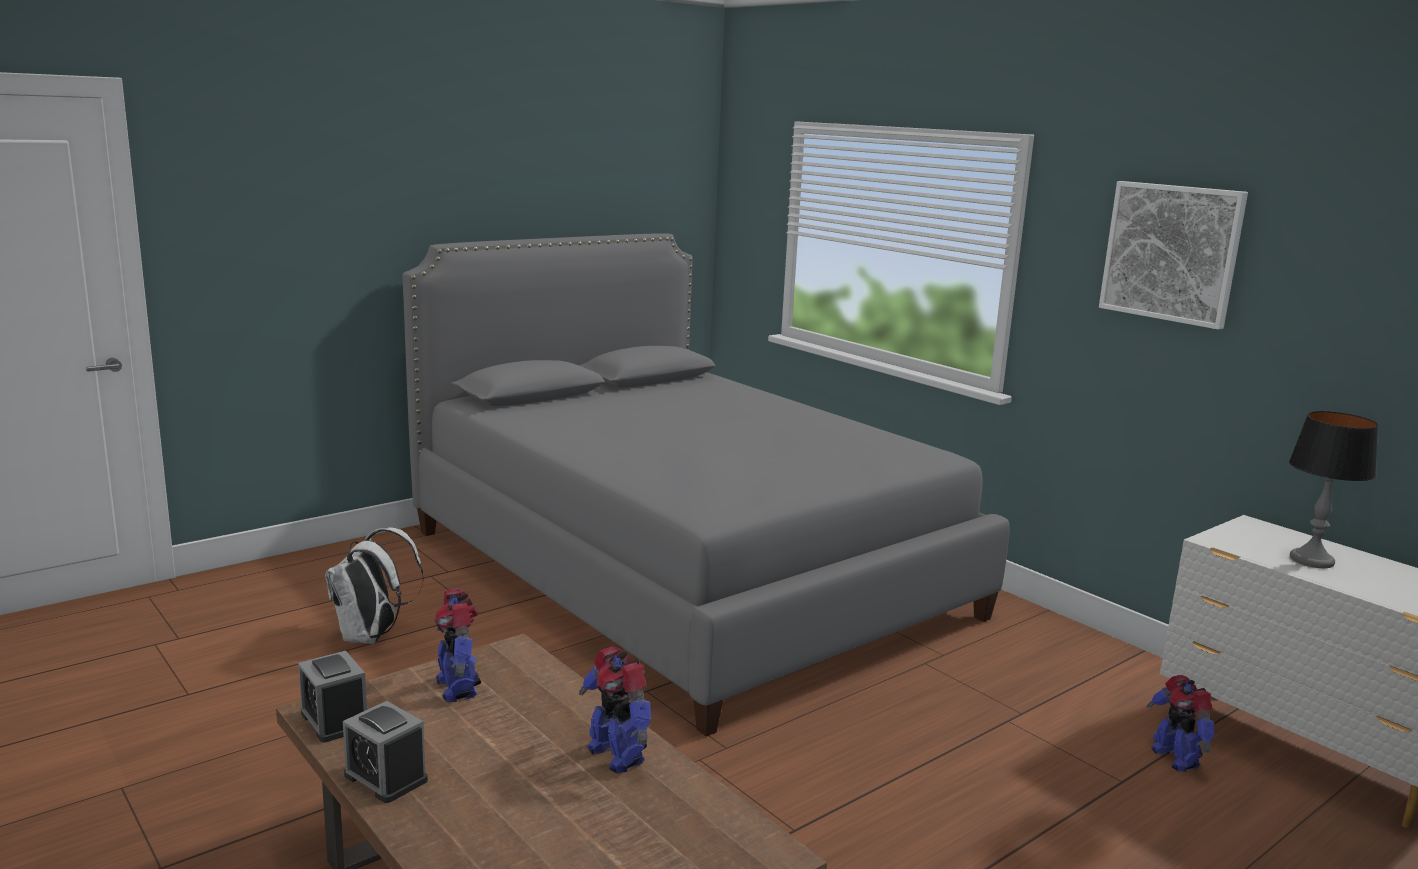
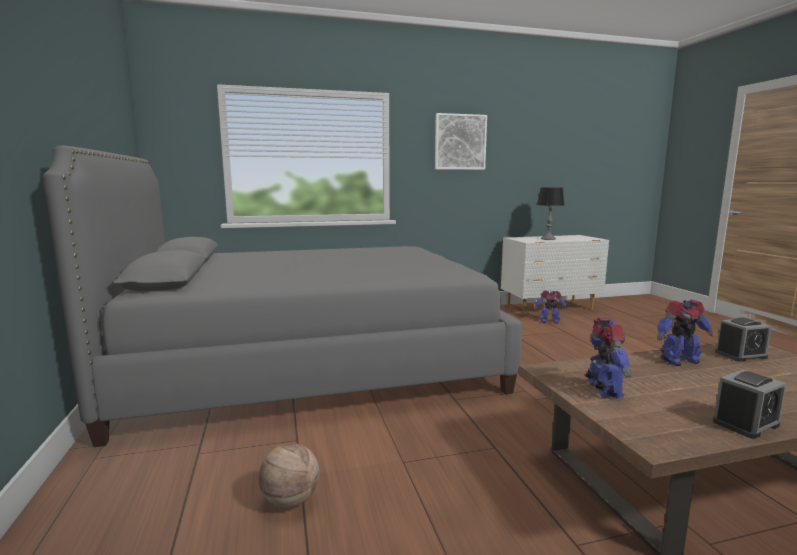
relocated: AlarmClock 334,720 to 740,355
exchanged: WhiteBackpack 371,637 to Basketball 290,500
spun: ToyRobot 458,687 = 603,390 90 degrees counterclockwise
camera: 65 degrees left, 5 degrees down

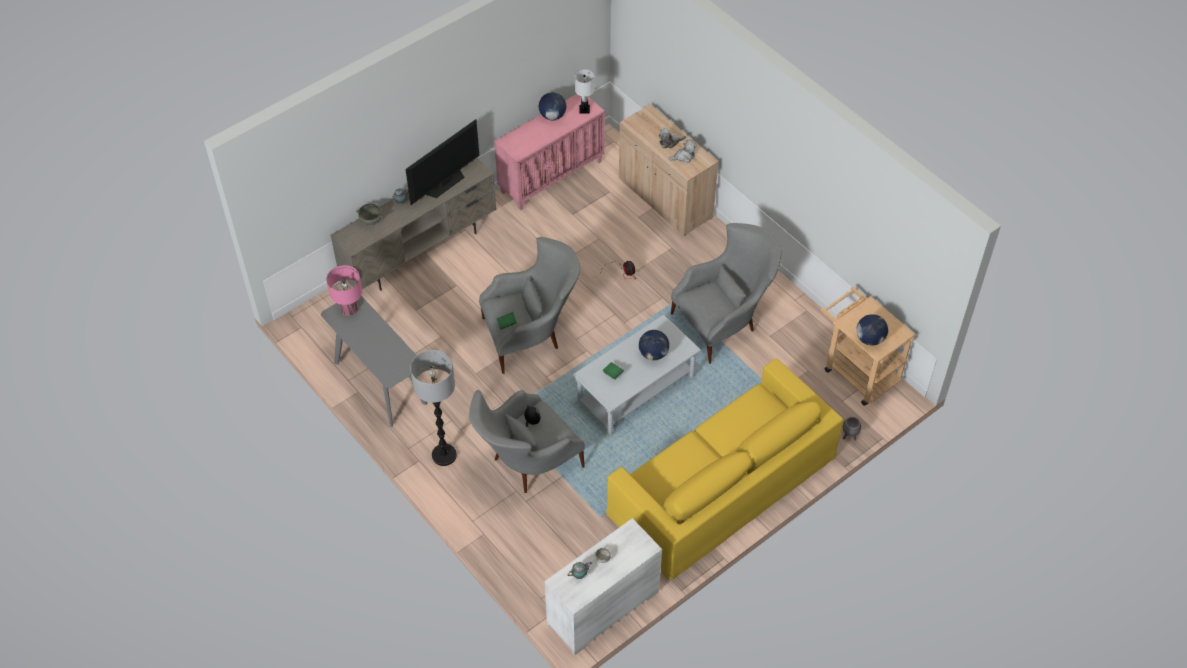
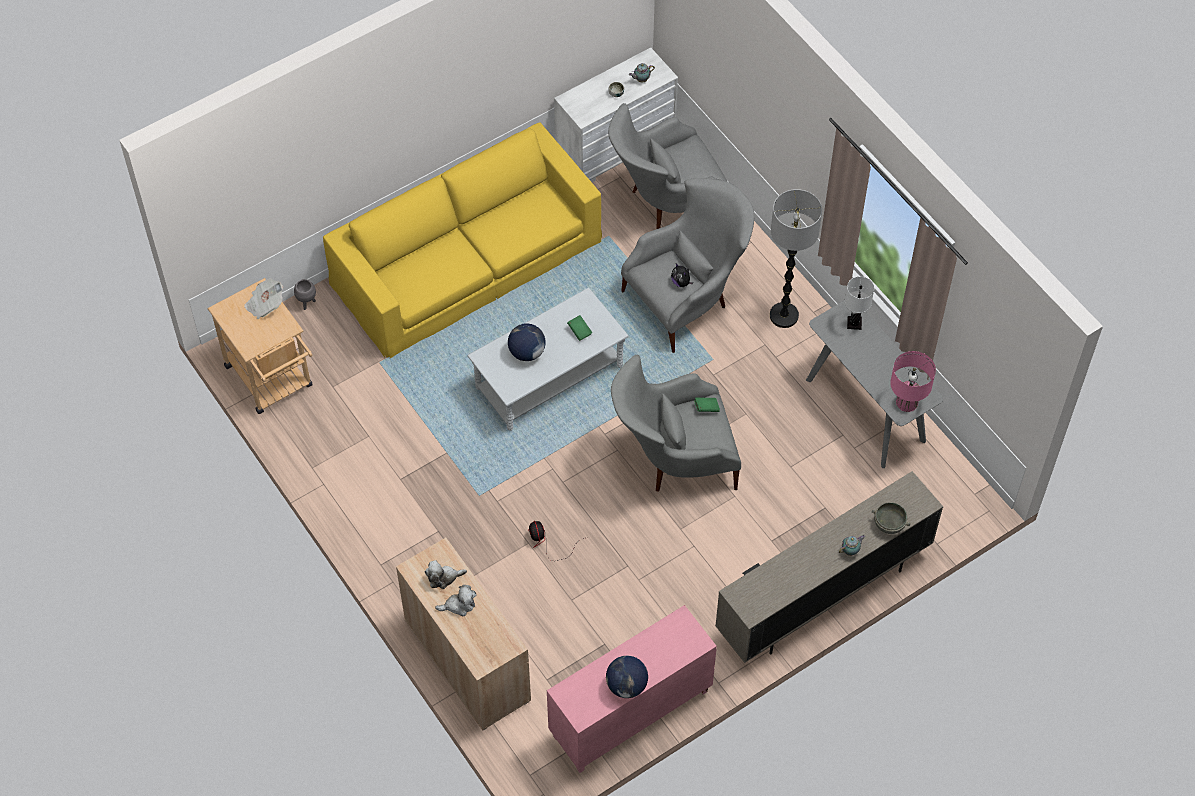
missing: Television 444,183
relocated: GreyArmchair 724,322 to 665,204; WhiteTableLamp 584,109 to 854,323
exchanged: Globe 870,339 to Newspaper 265,305
camera: 175 degrees left, 5 degrees up

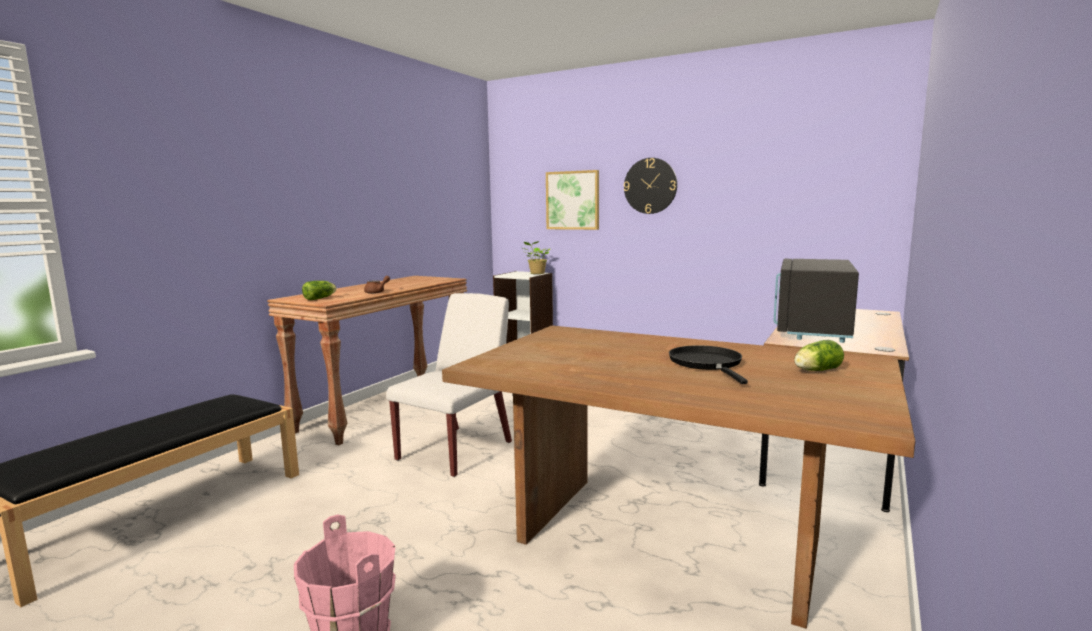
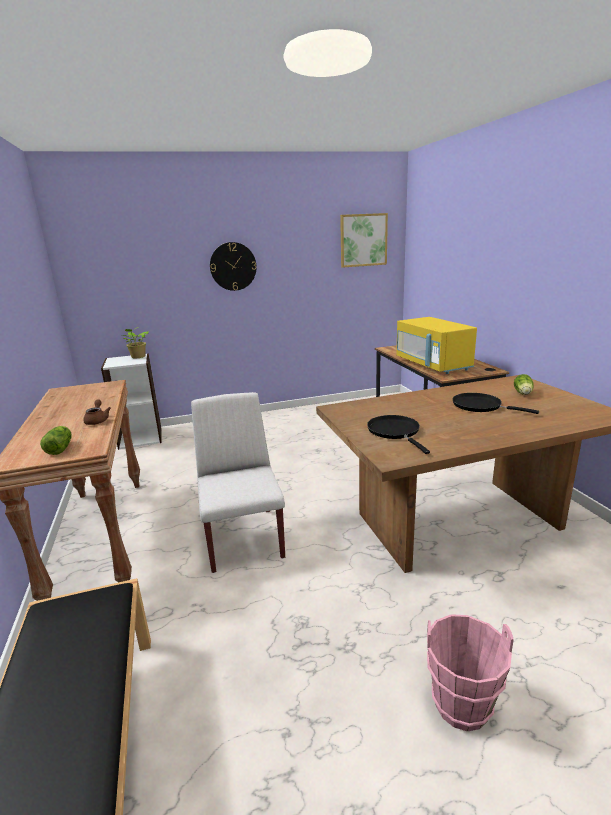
appeared: BlackFryingPan 395,432
relocated: Picture 572,200 to 363,240
colour: BlackMicrowave 811,329 to YellowMicrowave 432,364
camera: 45 degrees left, 10 degrees up

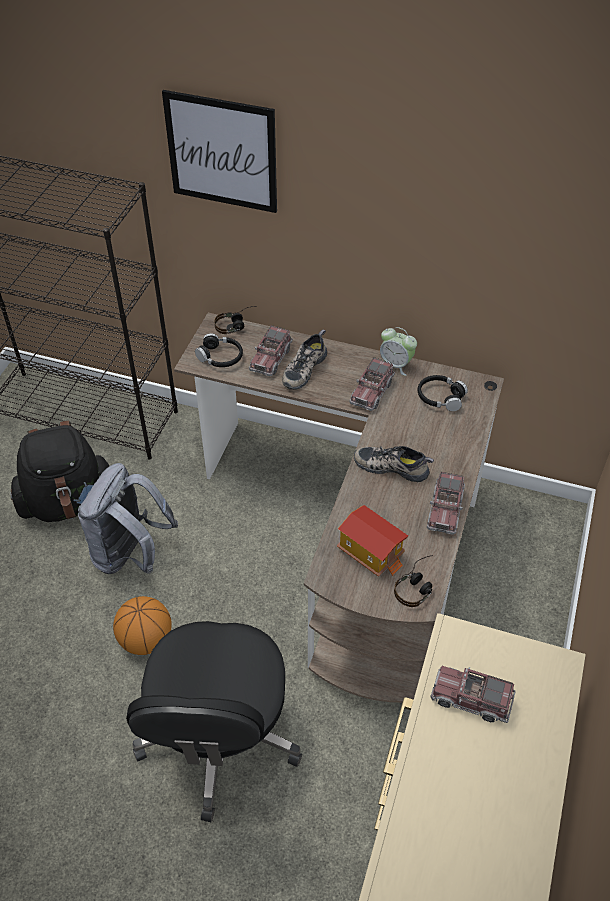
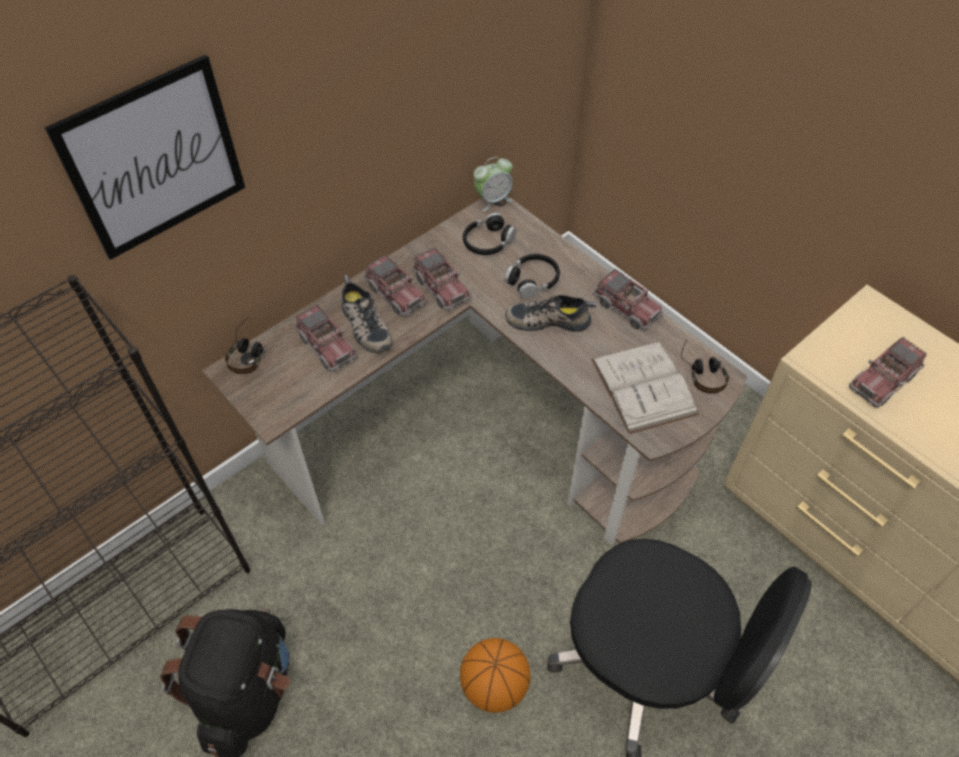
missing: GreyBackpack 130,554
appeared: ToyTruck 395,294
relocated: AlarmClock 396,364 to 493,200; BlackHeadphones 220,357 to 532,280
exchanged: ToyHouse 371,552 to WhiteBook 643,386
spun: Shoe 392,466 = 549,319 45 degrees clockwise
camera: 60 degrees left, 5 degrees up

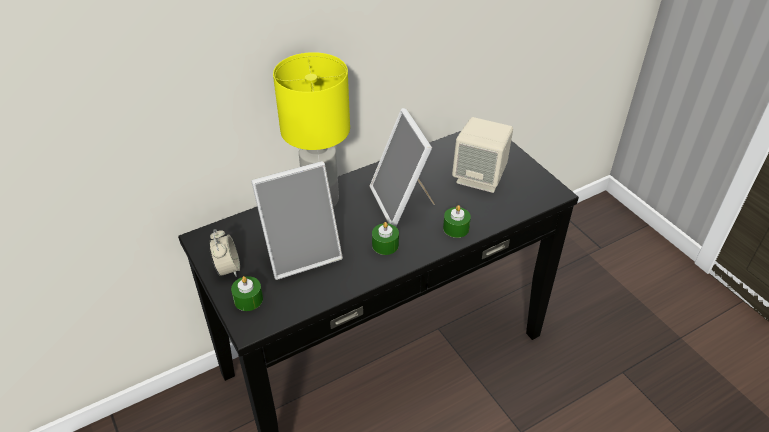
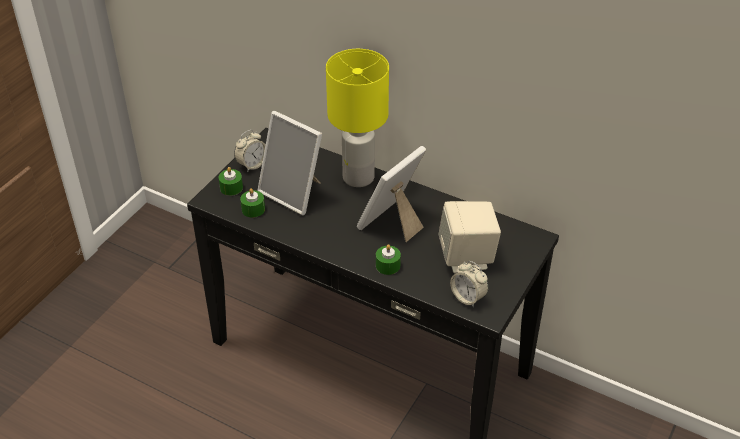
appeared: AlarmClock 468,297
relocated: GreenCandle 385,245 to 253,209
camera: 60 degrees right, 0 degrees up

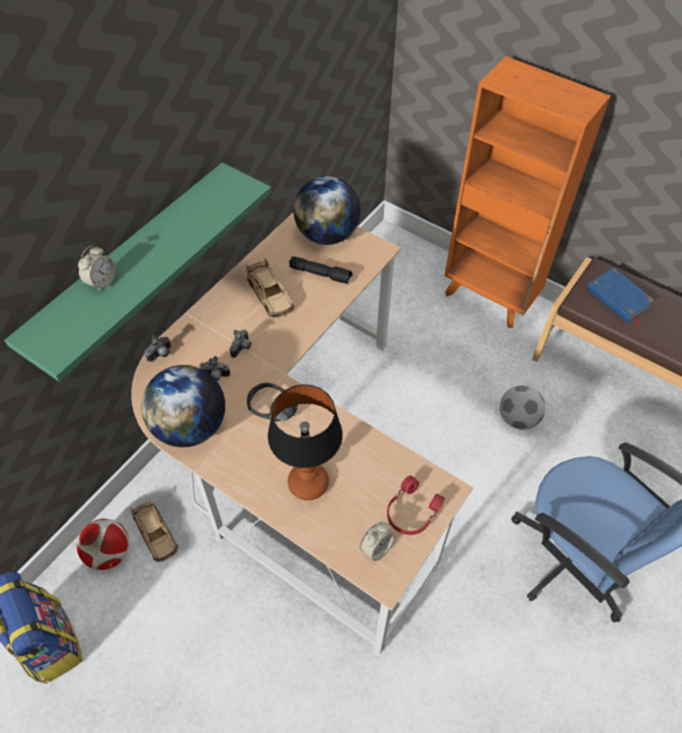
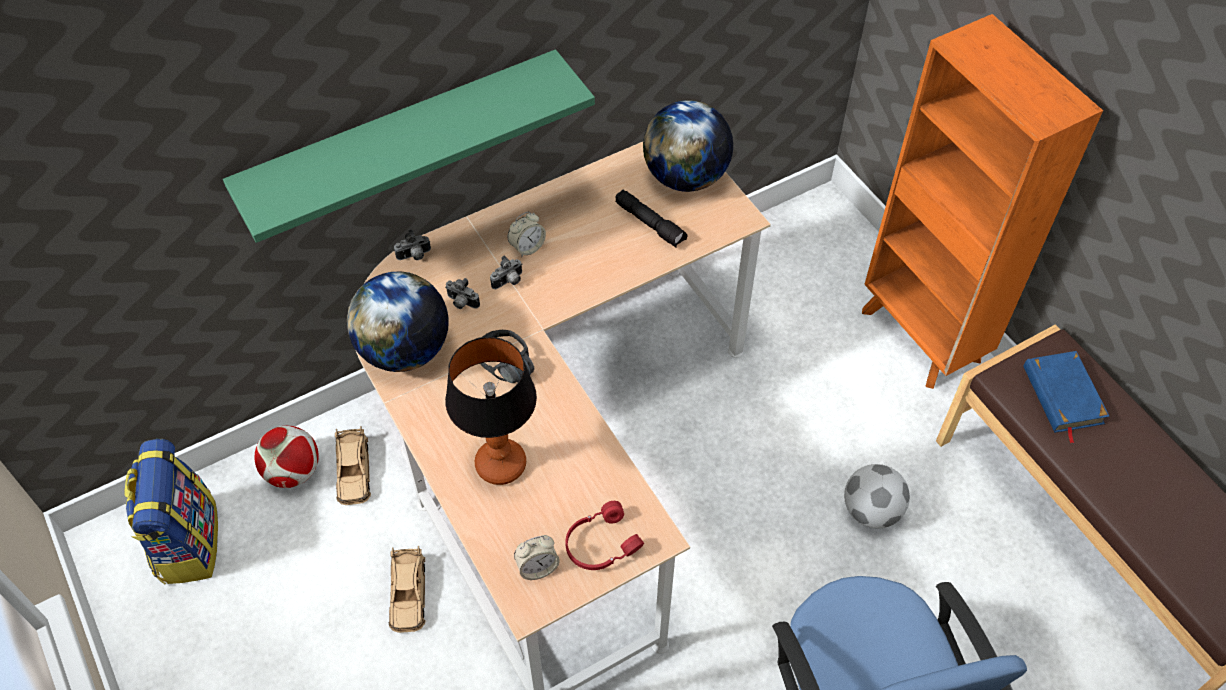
relocated: BeigeToyCar 270,295 to 408,594; AlarmClock 101,282 to 527,247
camera: 25 degrees right, 0 degrees up

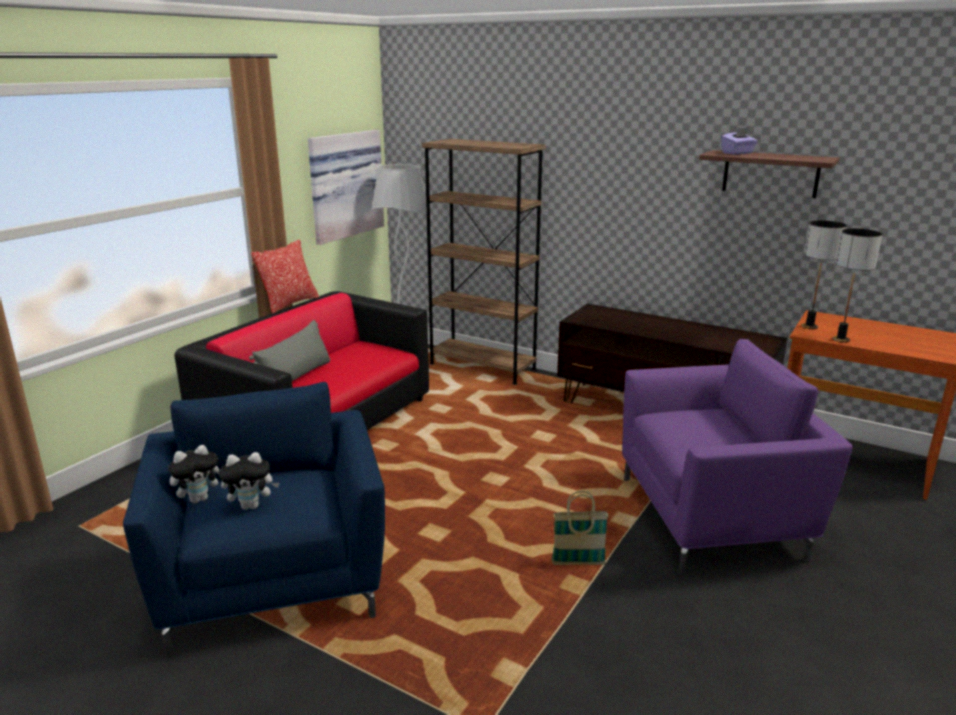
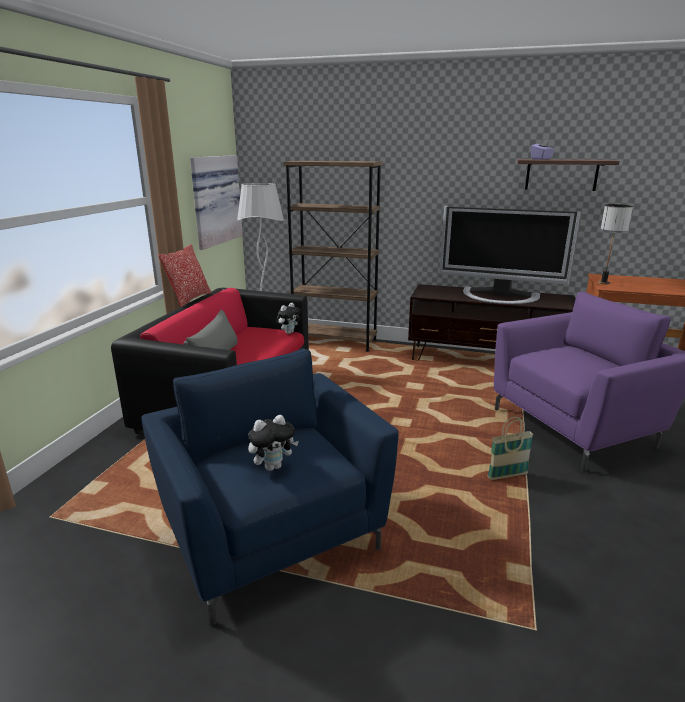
missing: TableLamp 841,339
appeared: Television 500,296
relocated: PlushToy 199,499 to 289,332
camera: 15 degrees left, 0 degrees up

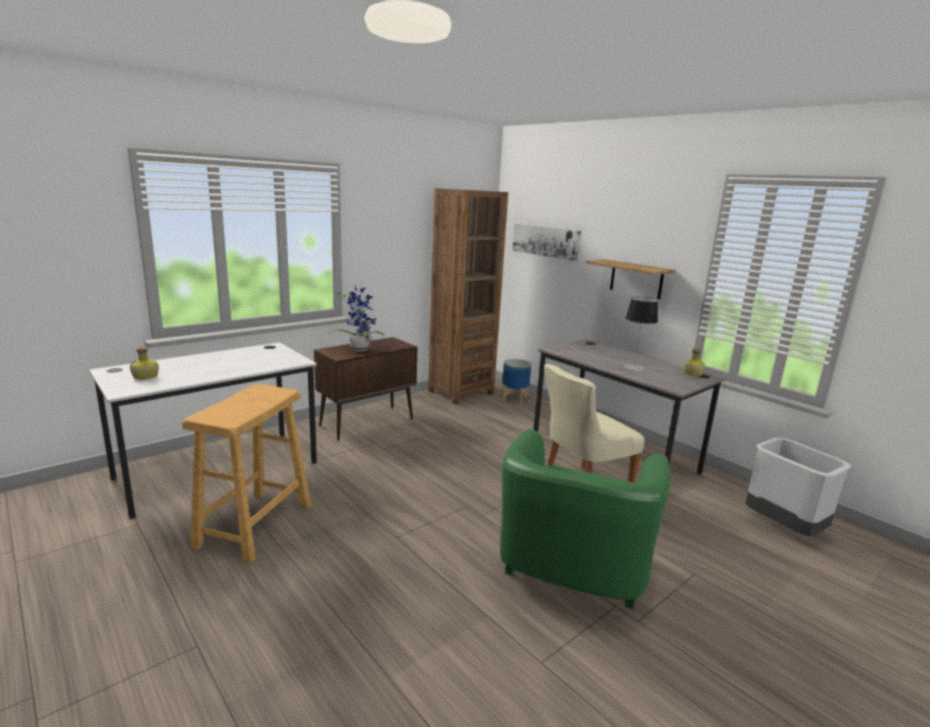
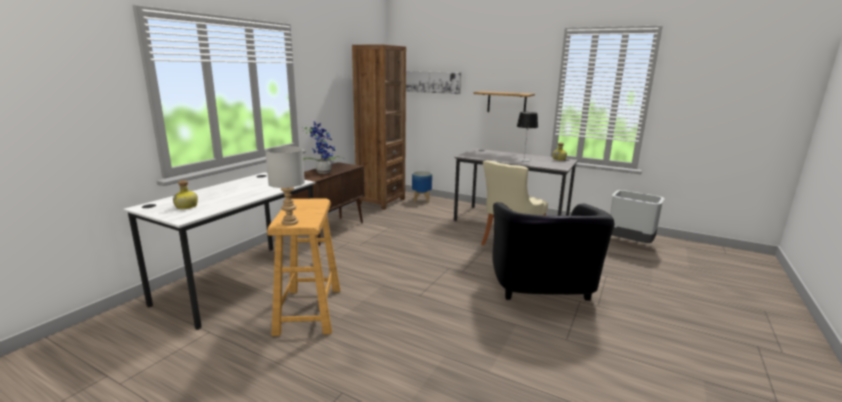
appeared: GreyTableLamp 289,222
colour: GreenArmchair 570,573 to BlackArmchair 542,291
camera: 20 degrees left, 0 degrees up

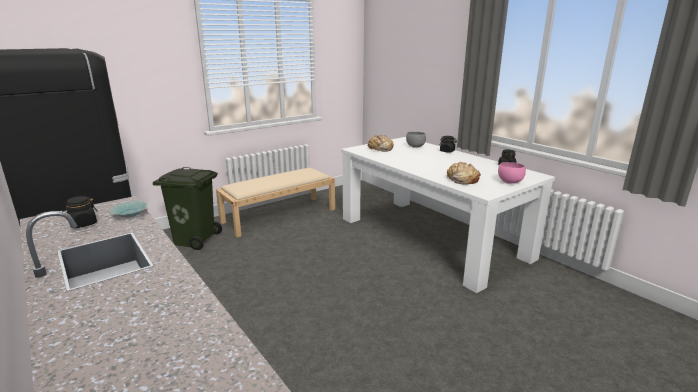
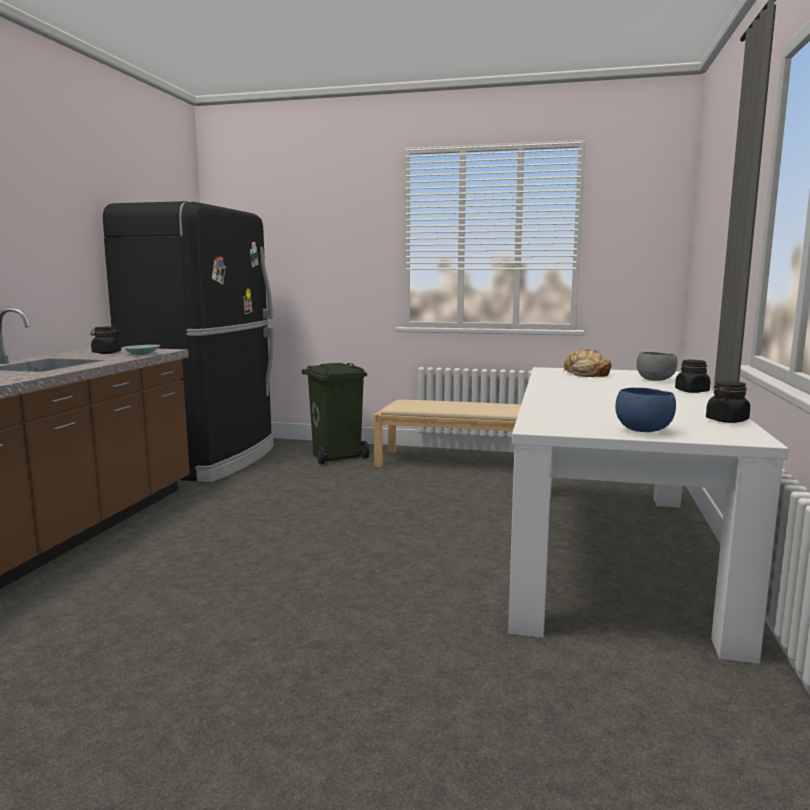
missing: Bread 462,180
colour: PinkBowl 509,182 to BlueBowl 642,430
camera: 50 degrees right, 10 degrees down

